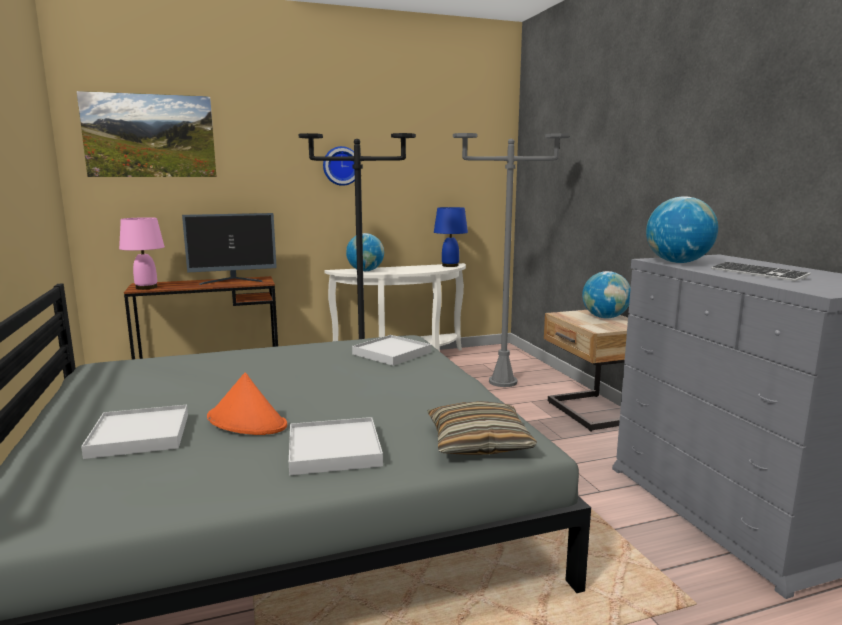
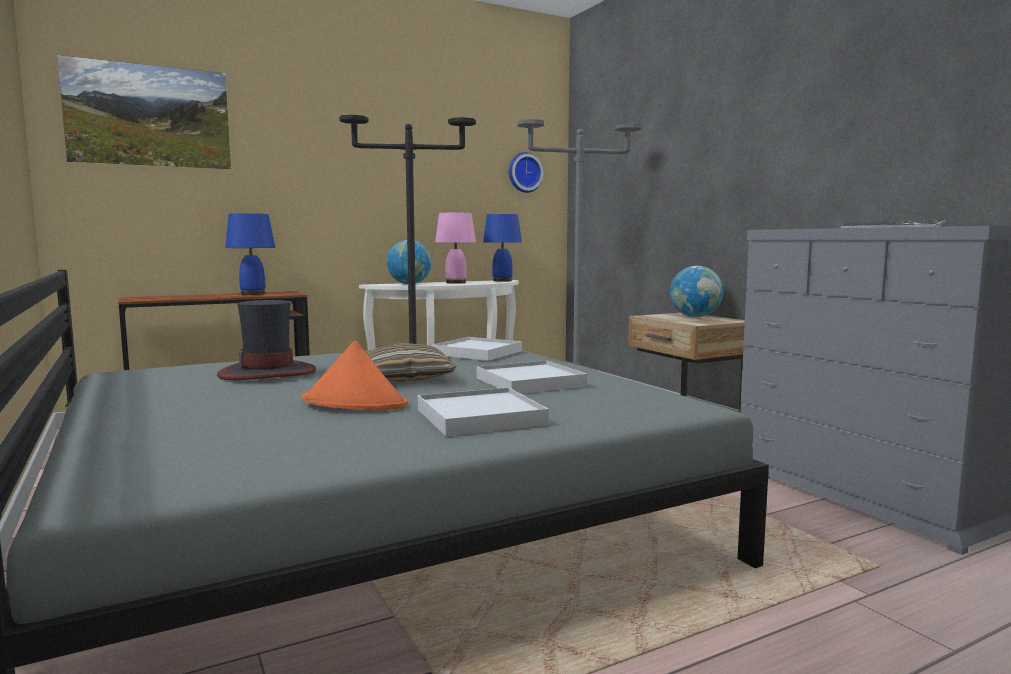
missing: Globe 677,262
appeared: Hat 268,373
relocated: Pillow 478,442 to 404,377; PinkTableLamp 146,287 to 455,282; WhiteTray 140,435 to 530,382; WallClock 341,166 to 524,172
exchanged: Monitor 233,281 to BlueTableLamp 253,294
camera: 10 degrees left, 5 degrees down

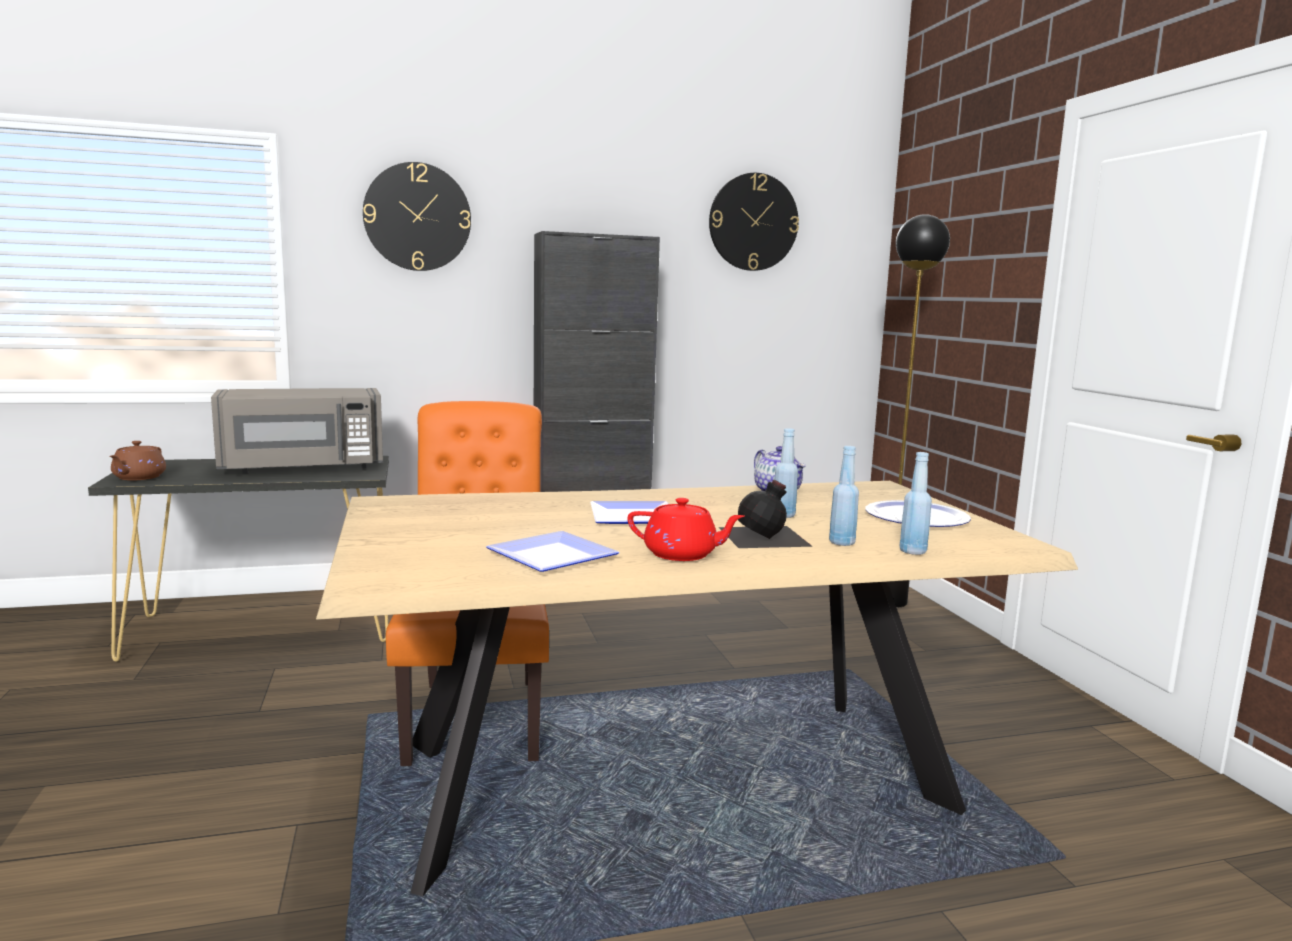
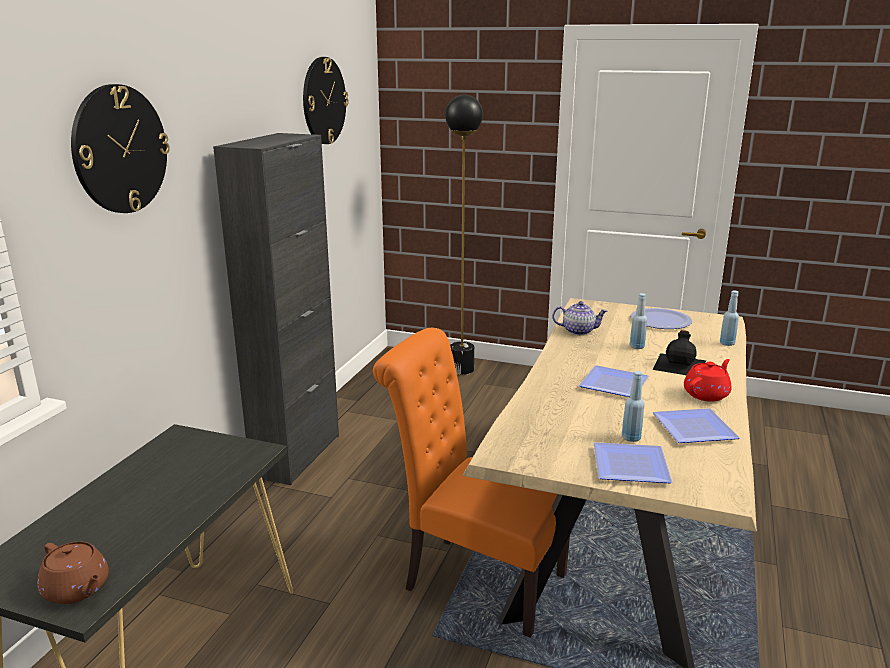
missing: GreyMicrowave 303,467
appeared: Plate 627,465
relocated: BlueBottle 842,543 to 631,438
camera: 55 degrees left, 10 degrees up

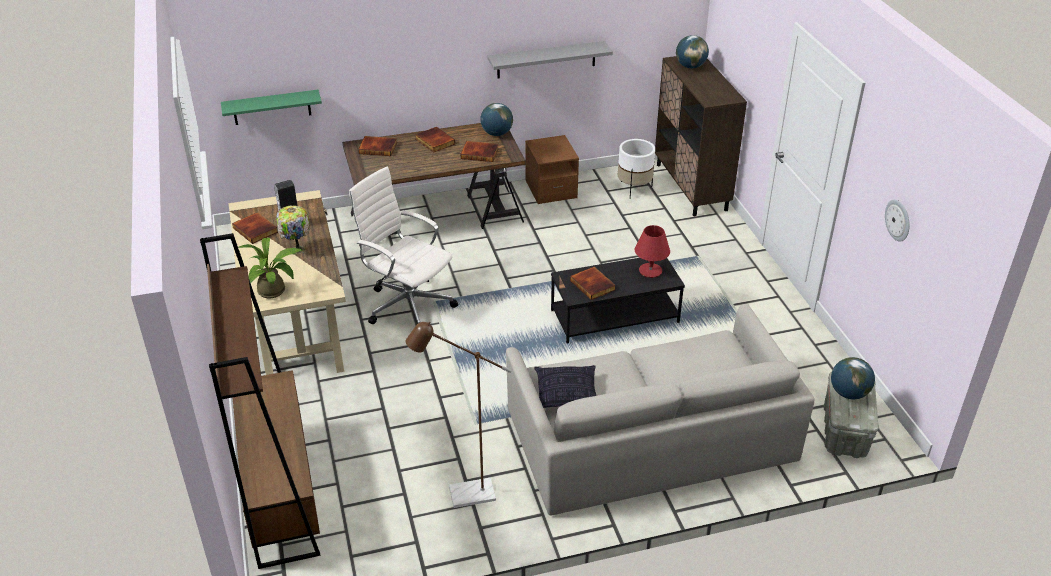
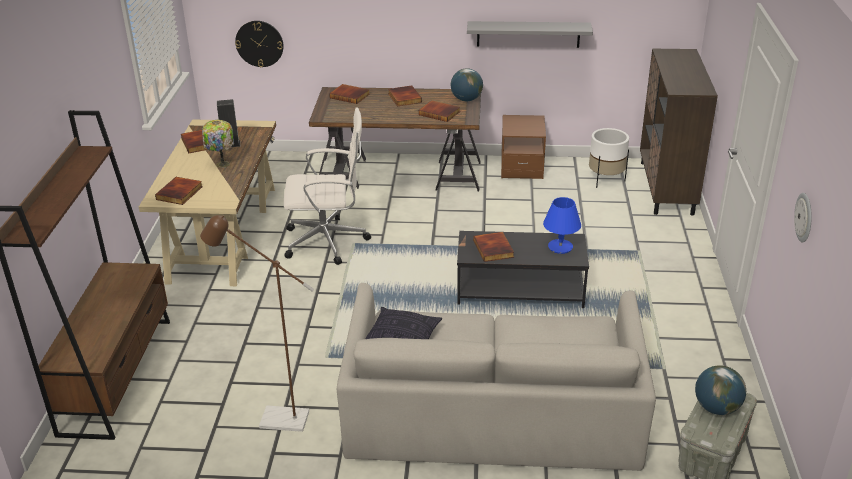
missing: Globe 690,66
exchanged: PottedPlant 275,291 to Book 180,193; GreenShelf 271,107 to WallClock 259,43
colour: RedTableLamp 650,271 to BlueTableLamp 560,247
spun: WhiteOfficeChair 408,304 = 328,241 120 degrees clockwise
camera: 20 degrees right, 5 degrees down

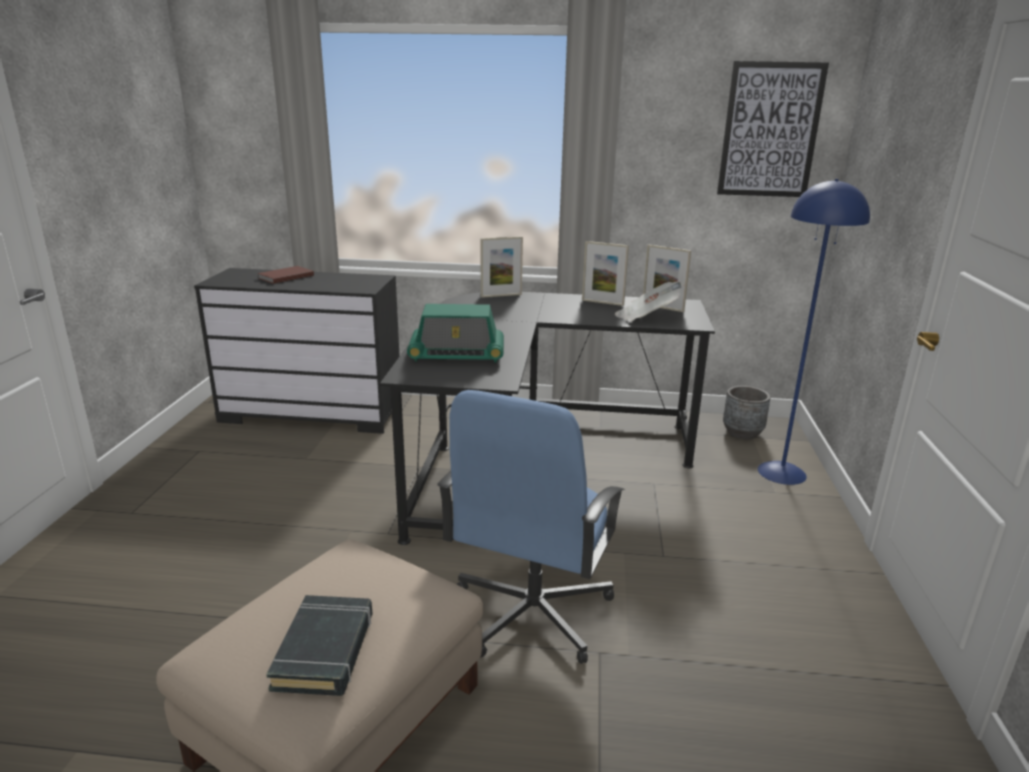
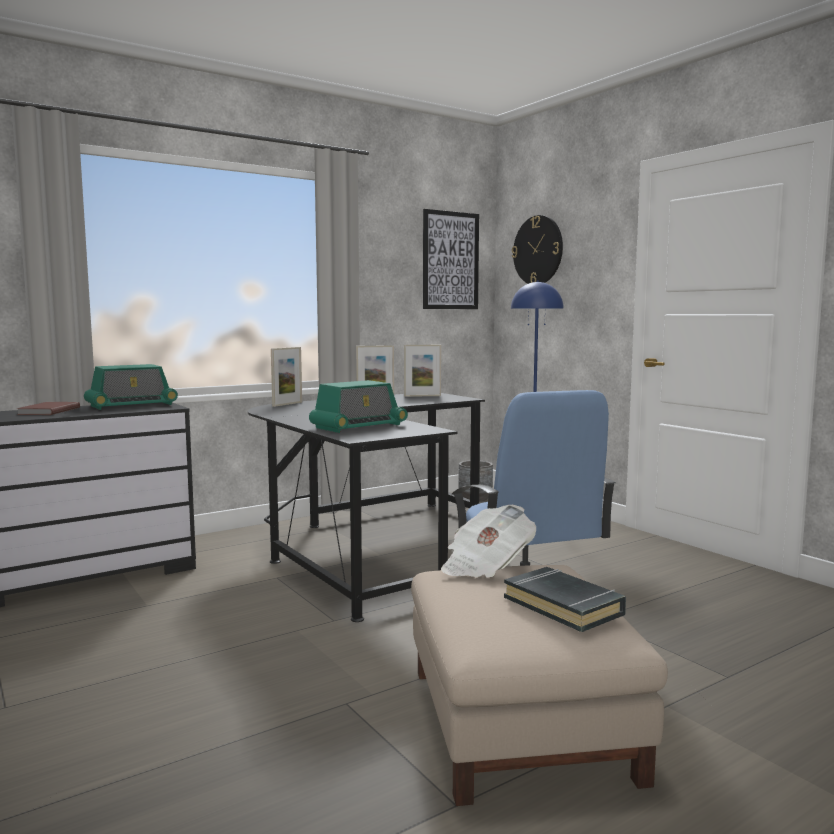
appeared: Radio 131,405; WallClock 538,250
relocated: Newspaper 647,318 to 485,566
camera: 40 degrees left, 15 degrees down

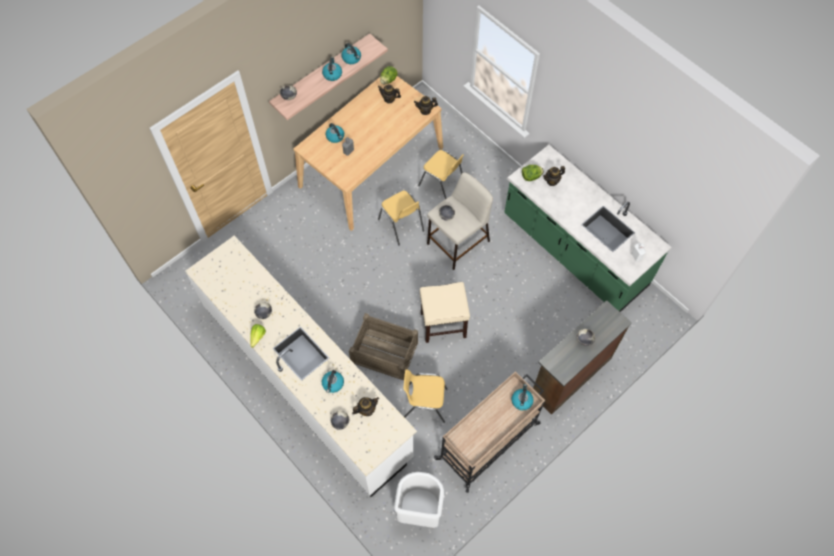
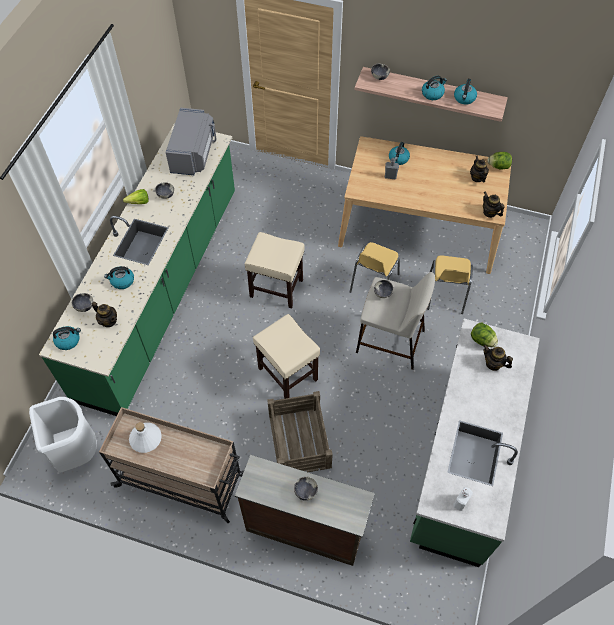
missing: YellowChair 424,403
appeared: WhiteBottle 146,438; GreyMicrowave 194,153; BeigeStool 277,288
relocated: Kettle 521,400 to 68,340; Crate 384,352 to 299,441
colour: WhiteCounter 306,380 to GreenCounter 162,291
camera: 60 degrees right, 5 degrees down

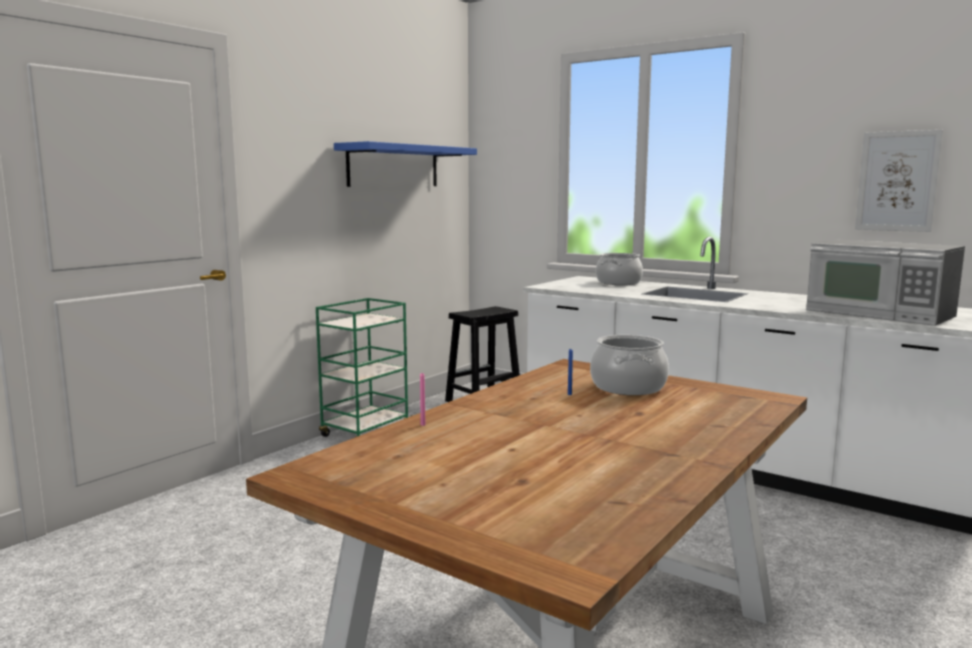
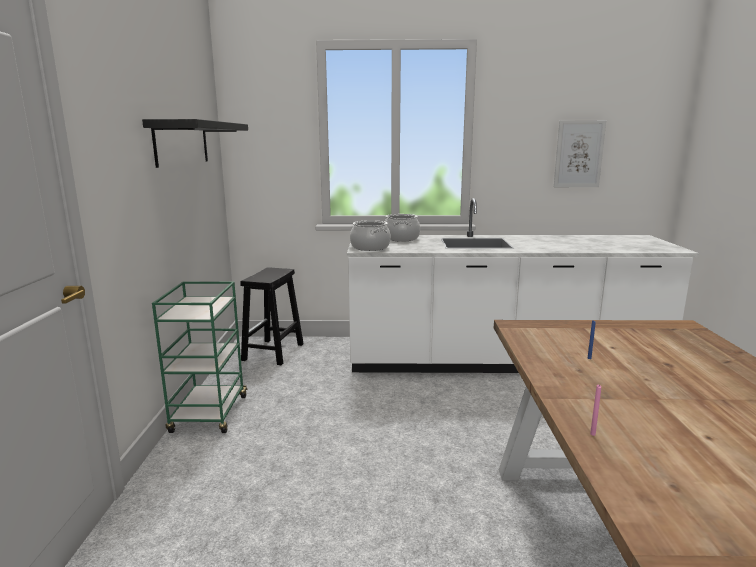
missing: Microwave 879,313
relocated: CookingPot 627,387 to 370,247
colour: BlueShelf 393,166 to BlackShelf 182,143
camera: 35 degrees left, 5 degrees up

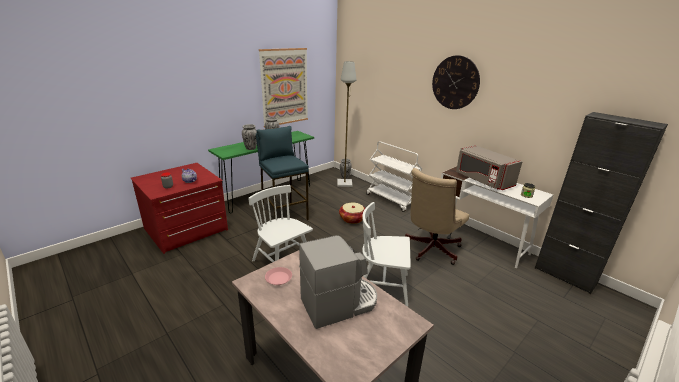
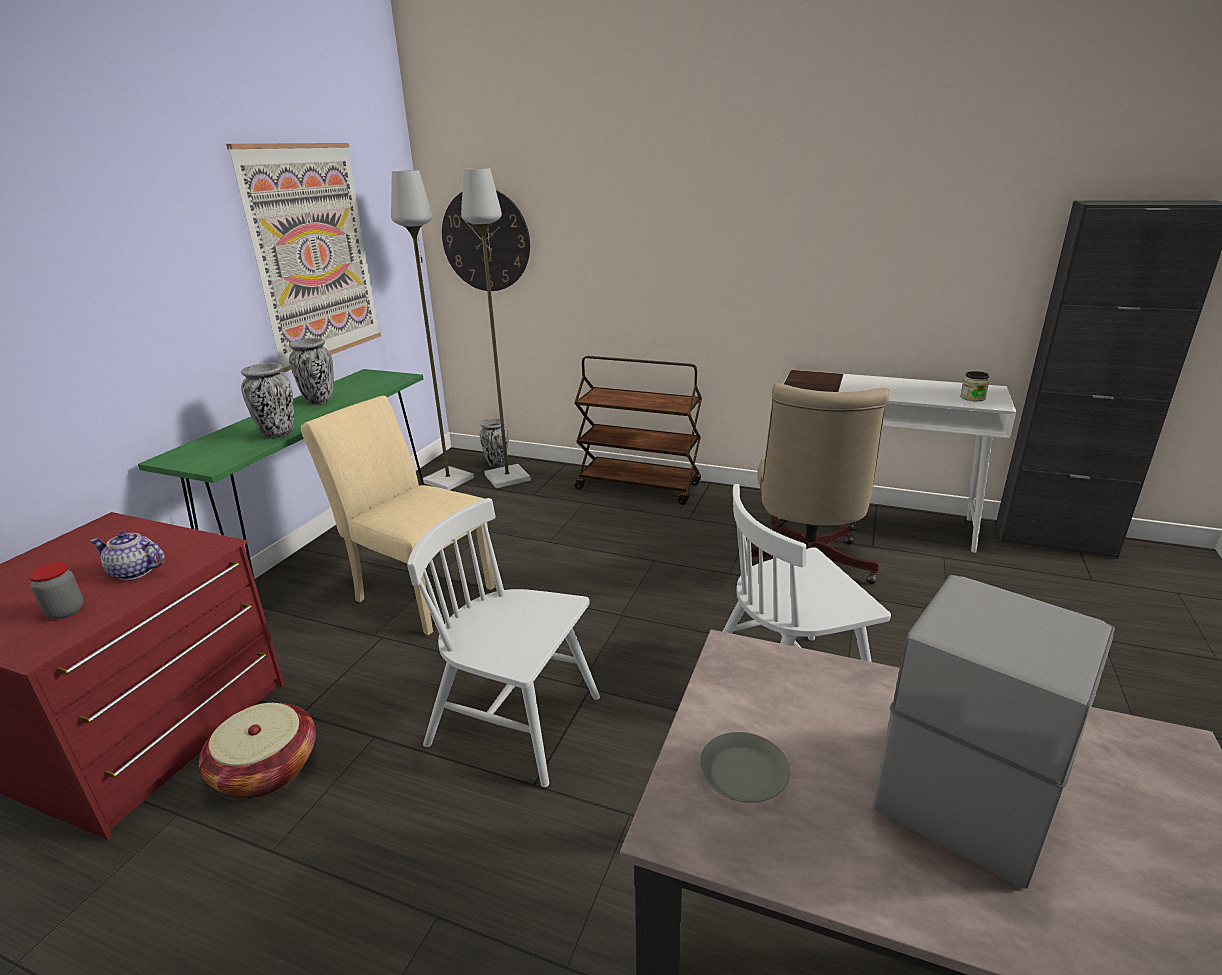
missing: GreyMicrowave 482,180
appeared: GreyFloorLamp 448,480
relocated: Basket 352,219 to 266,769; WallClock 455,82 to 486,240
exchanged: BlueStool 284,214 to BeigeChair 417,591
colour: WhiteCart 391,200 to BrownCart 639,487; PinkPlate 278,278 to GreyPlate 744,773
camera: 25 degrees left, 0 degrees up

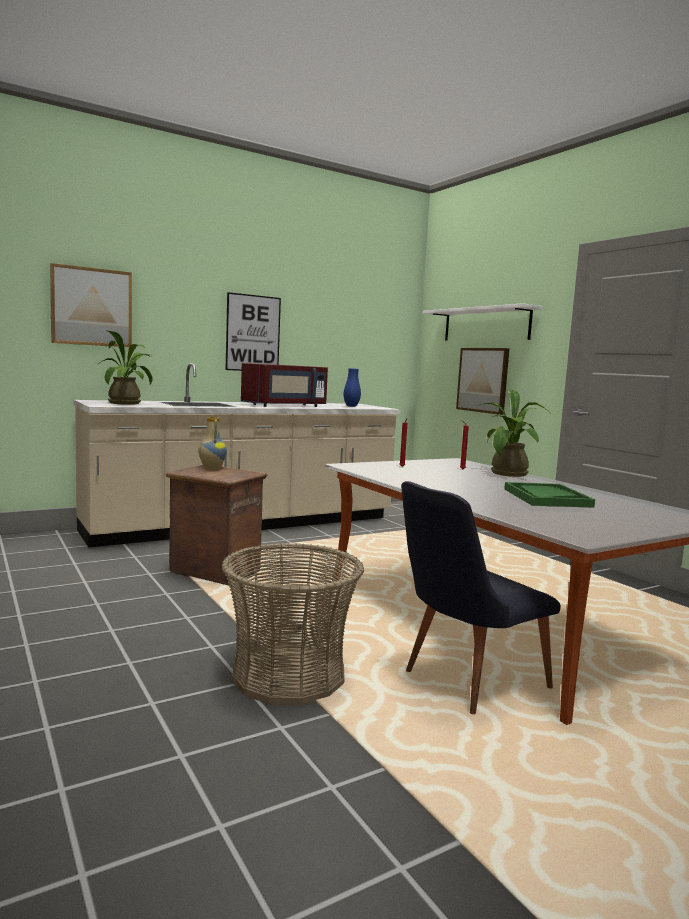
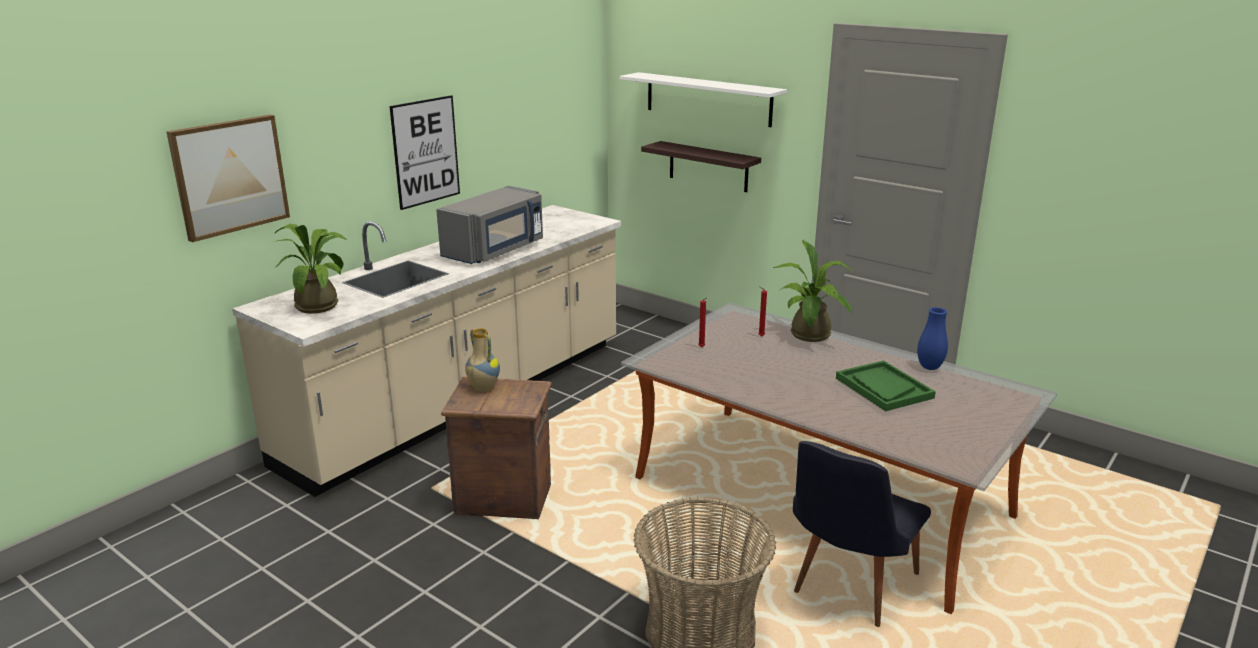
relocated: BlueVase 351,406 to 929,367
exchanged: Picture 483,380 to Shelf 708,166
colour: RedMicrowave 285,406 to GreyMicrowave 496,250
camera: 20 degrees left, 15 degrees up

